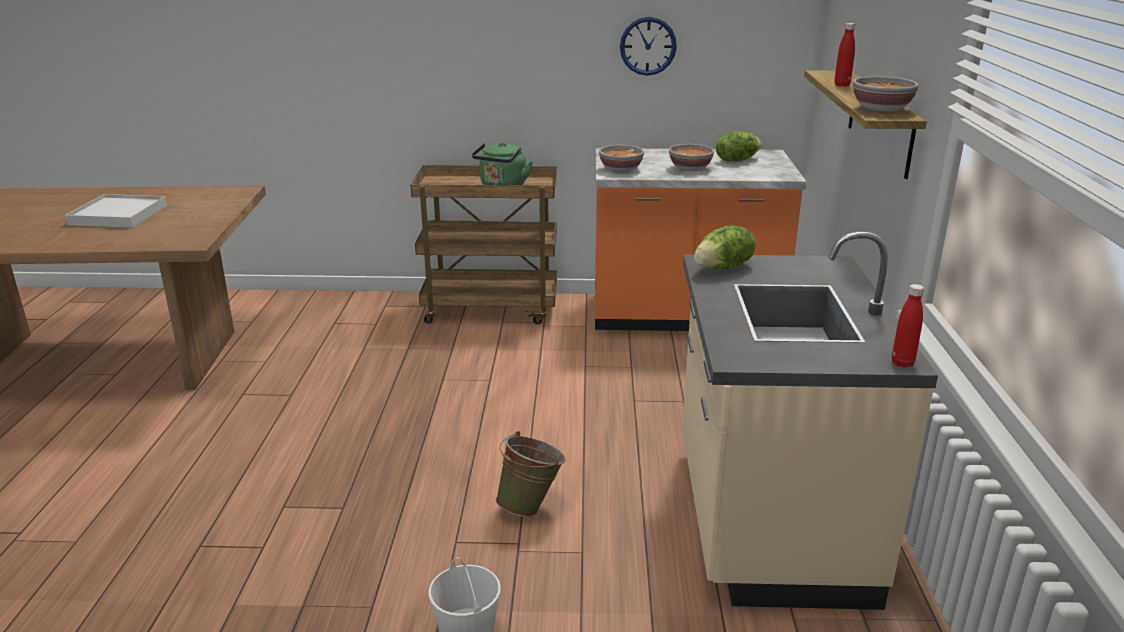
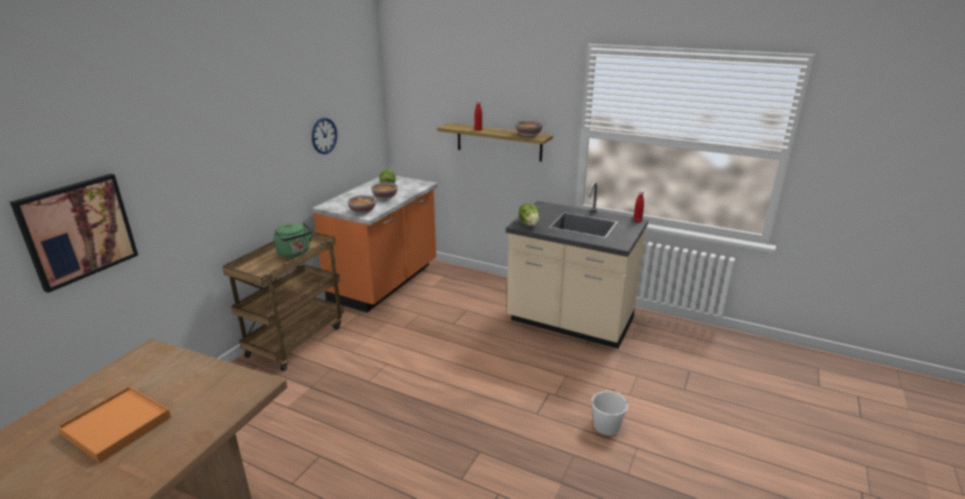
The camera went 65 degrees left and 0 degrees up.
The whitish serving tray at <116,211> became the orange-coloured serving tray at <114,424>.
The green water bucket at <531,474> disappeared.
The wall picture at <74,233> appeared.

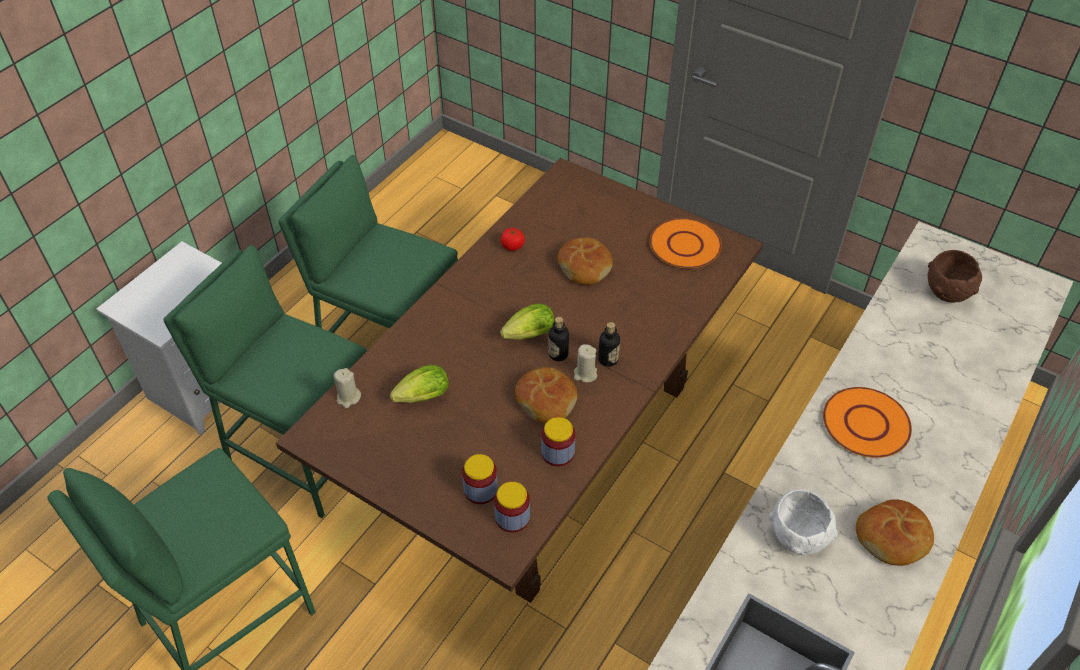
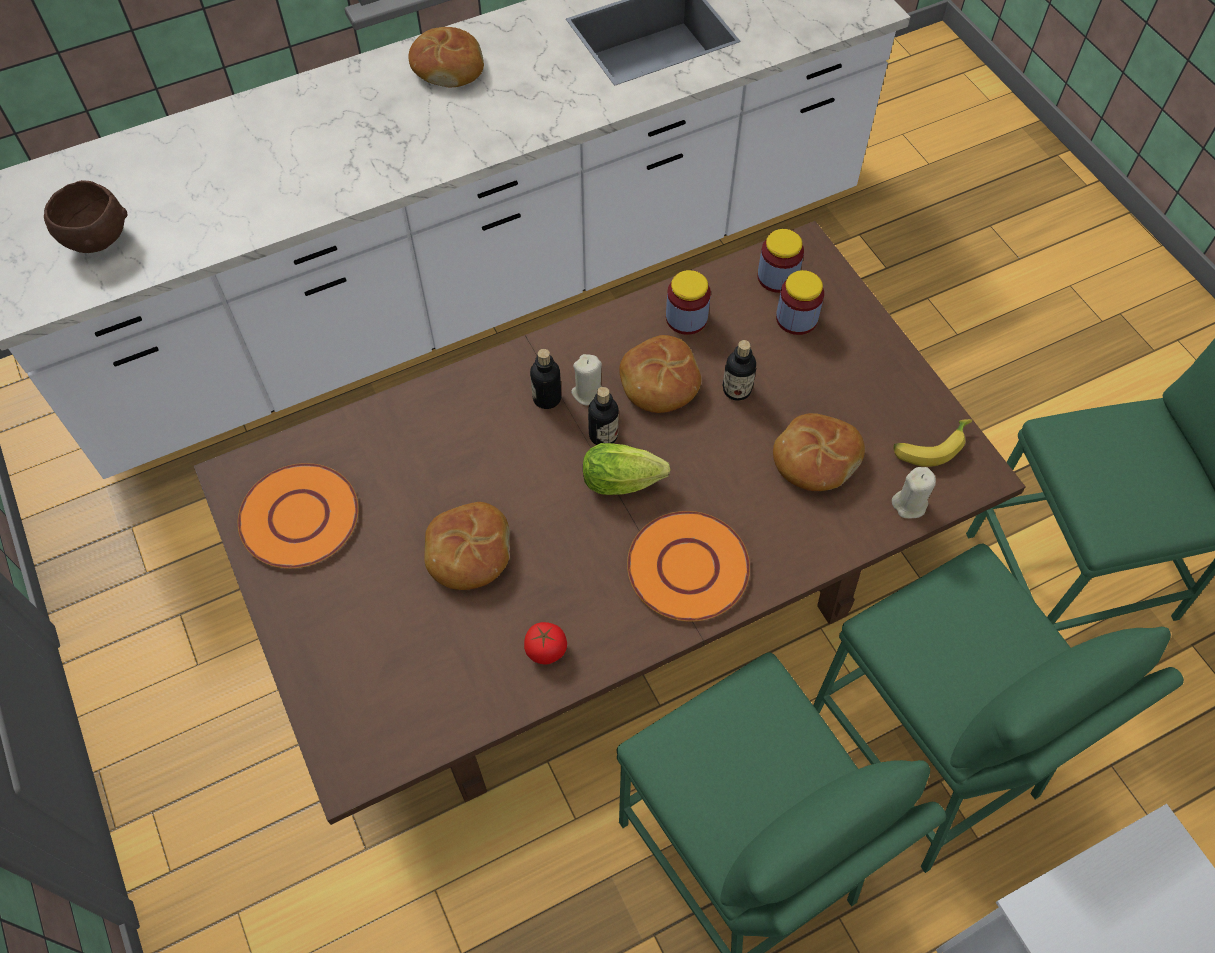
The camera went 150 degrees left and 10 degrees up.
The head of lettuce at <419,384> was replaced by the bread at <819,452>.
The orange-coloured dinner plate moved from <867,422> to <688,566>.
The whitish serving bowl at <803,522> disappeared.
The drink bottle at <739,370> appeared.
The whole banana at <932,443> appeared.

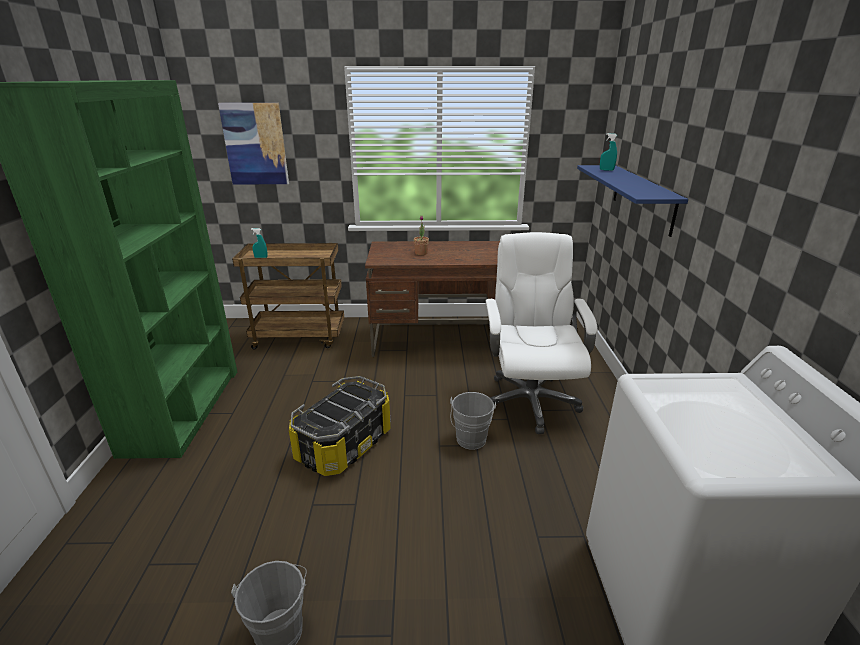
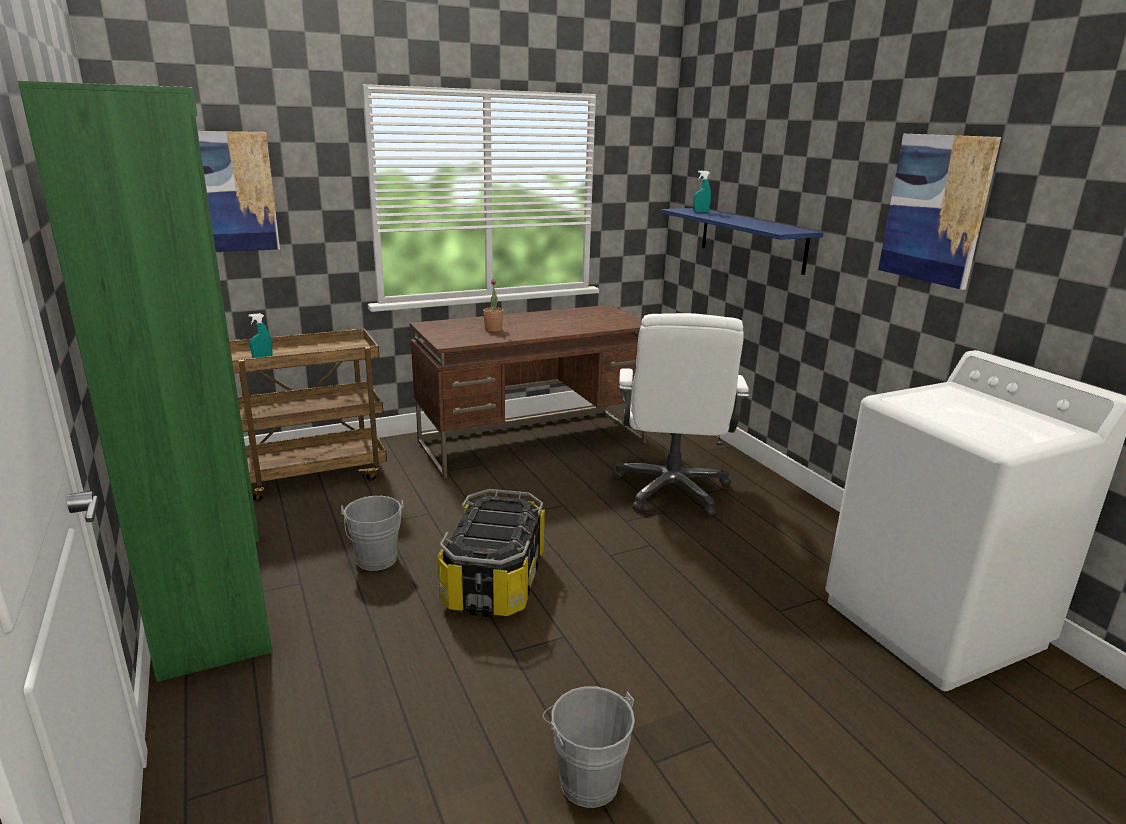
The camera went 25 degrees left and 5 degrees down.
The whitish desk chair at <541,333> turned 150 degrees counterclockwise.
The gray water bucket moved from <473,421> to <372,533>.
The wall picture at <939,212> appeared.

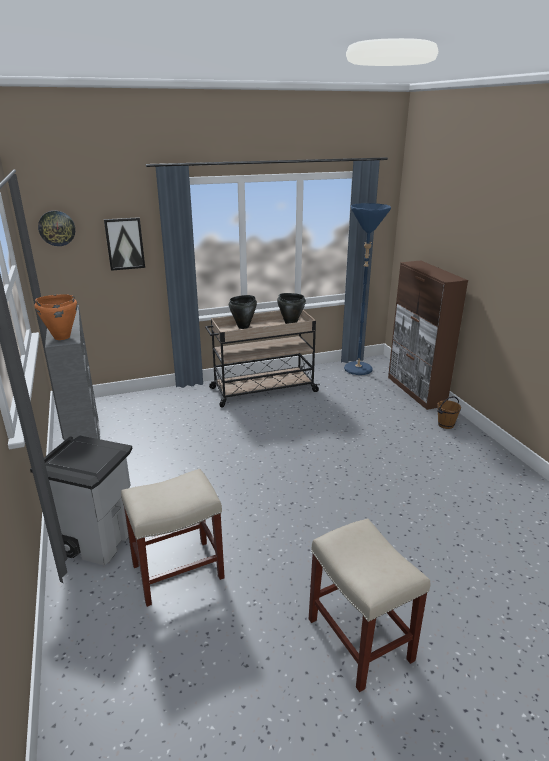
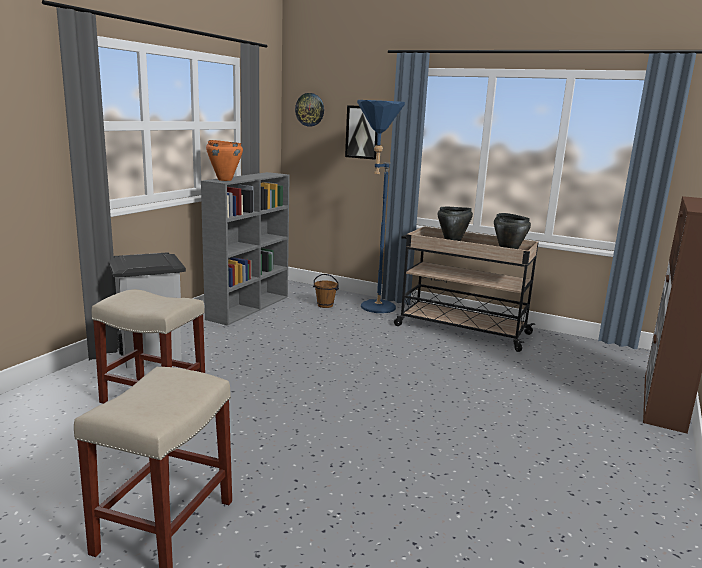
The camera went 45 degrees right and 10 degrees down.
The blue-coloured standing lamp moved from <367,289> to <381,206>.
The brown-coloured water bucket moved from <449,412> to <326,291>.

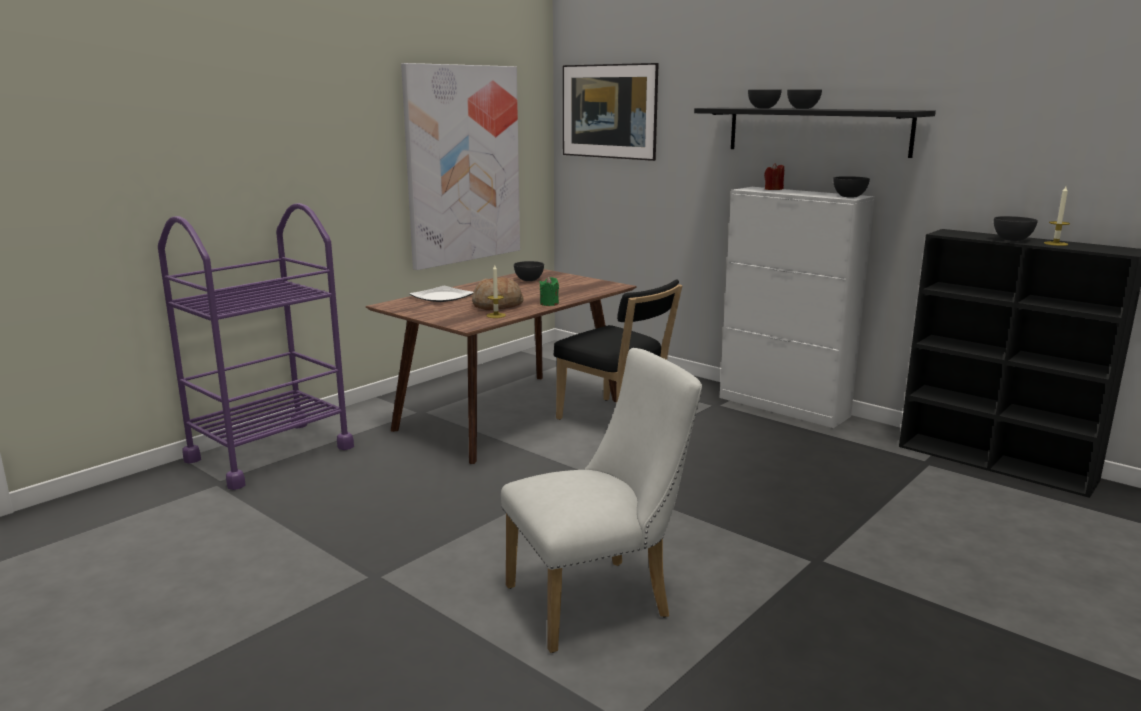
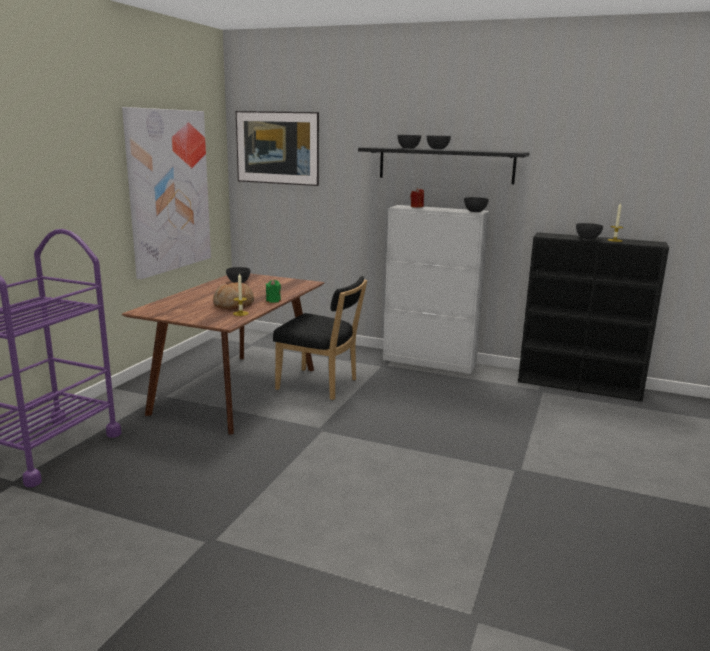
The camera went 20 degrees left and 0 degrees up.
The dinner plate at <441,294> disappeared.
The whitish chair at <601,500> disappeared.

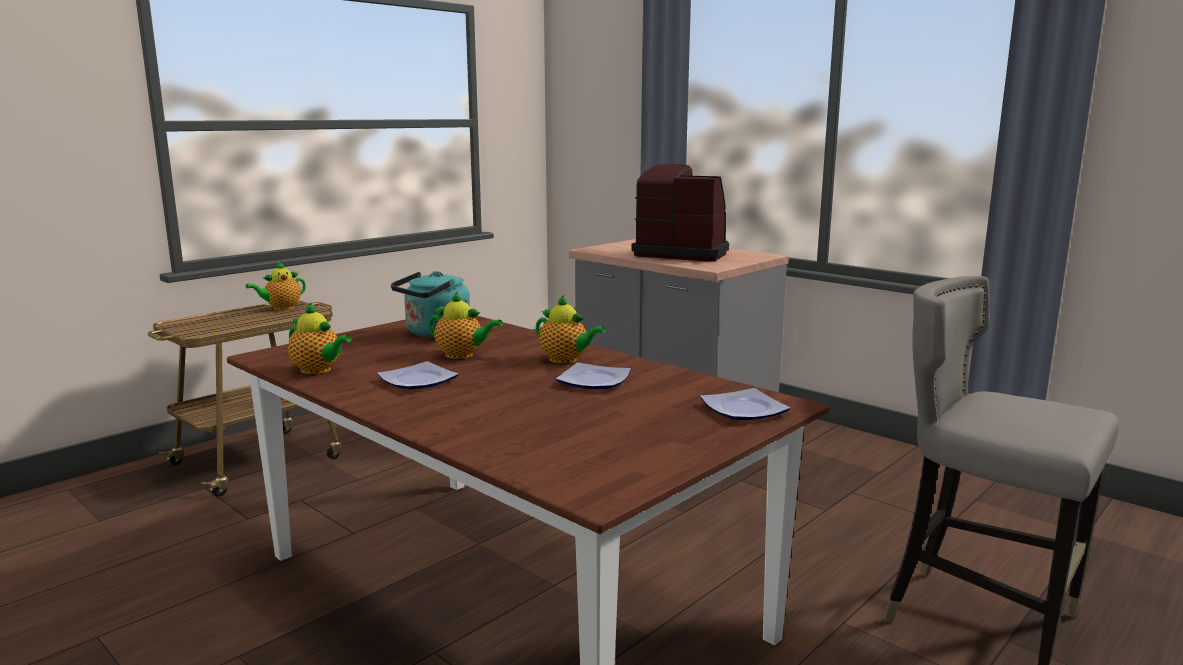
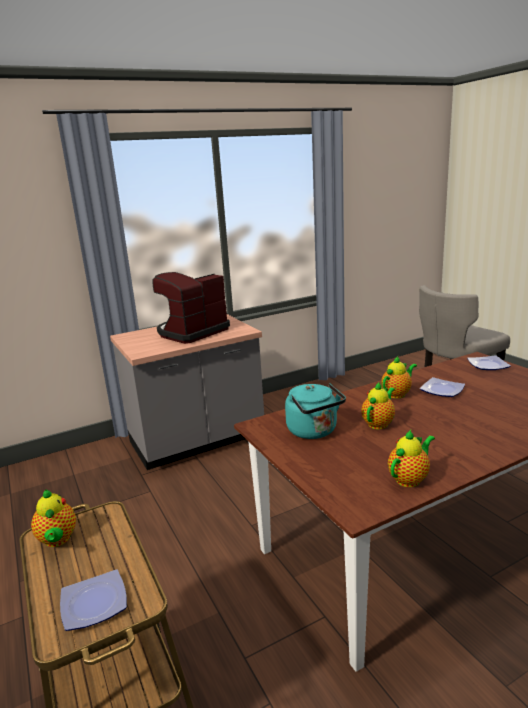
The camera went 70 degrees left and 5 degrees up.
The dinner plate moved from <418,375> to <93,600>.

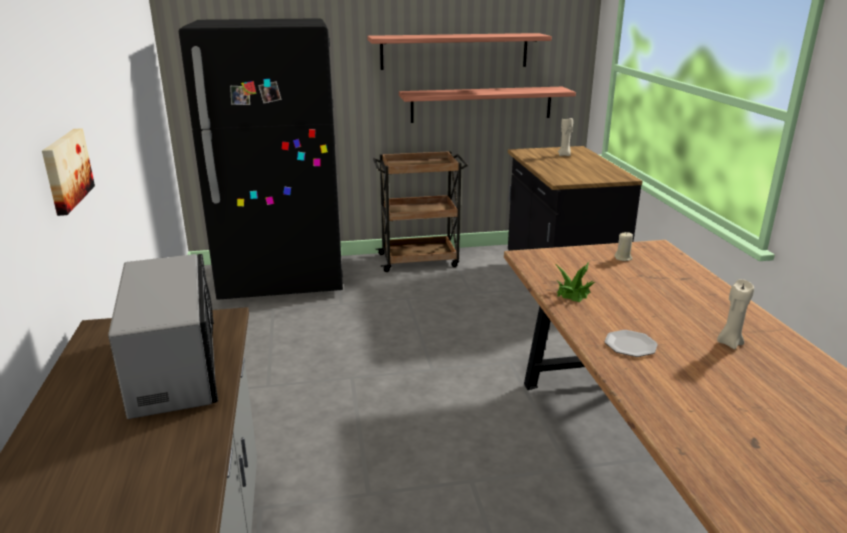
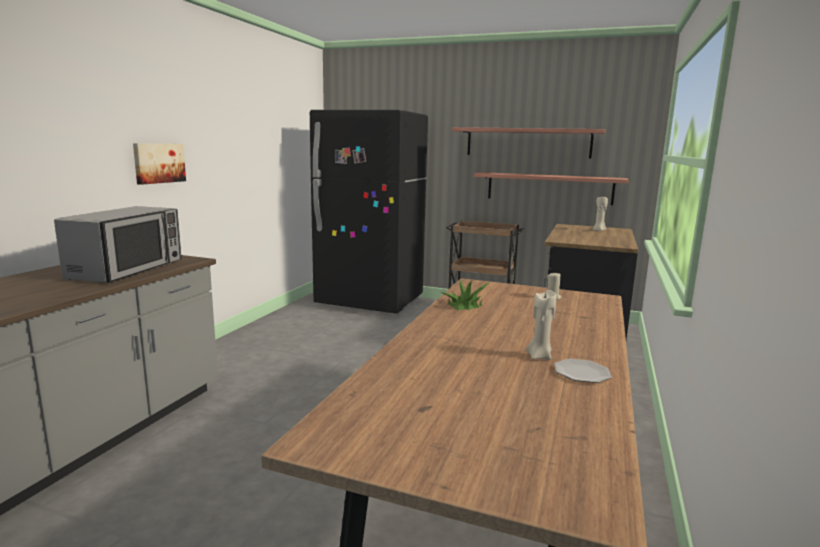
The camera went 30 degrees right and 10 degrees down.
The dinner plate moved from <631,343> to <583,371>.

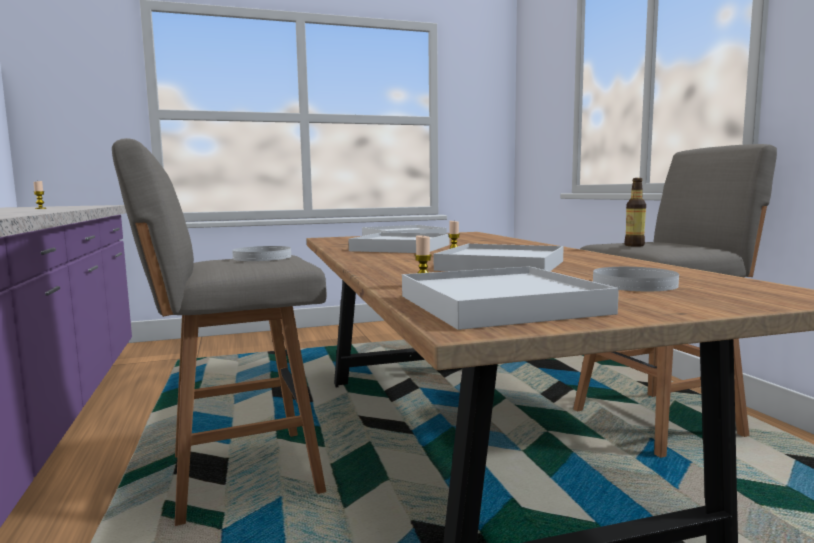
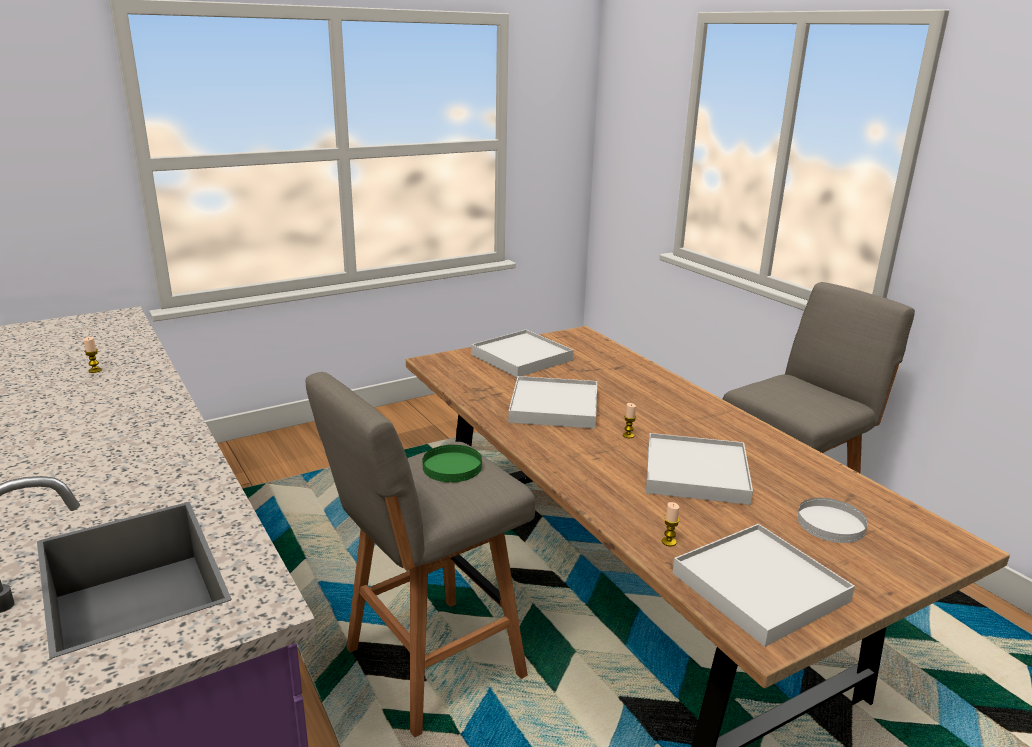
The camera went 15 degrees left and 15 degrees up.
The drink bottle at <635,212> disappeared.
The whitish dinner plate at <261,253> became the green dinner plate at <452,463>.

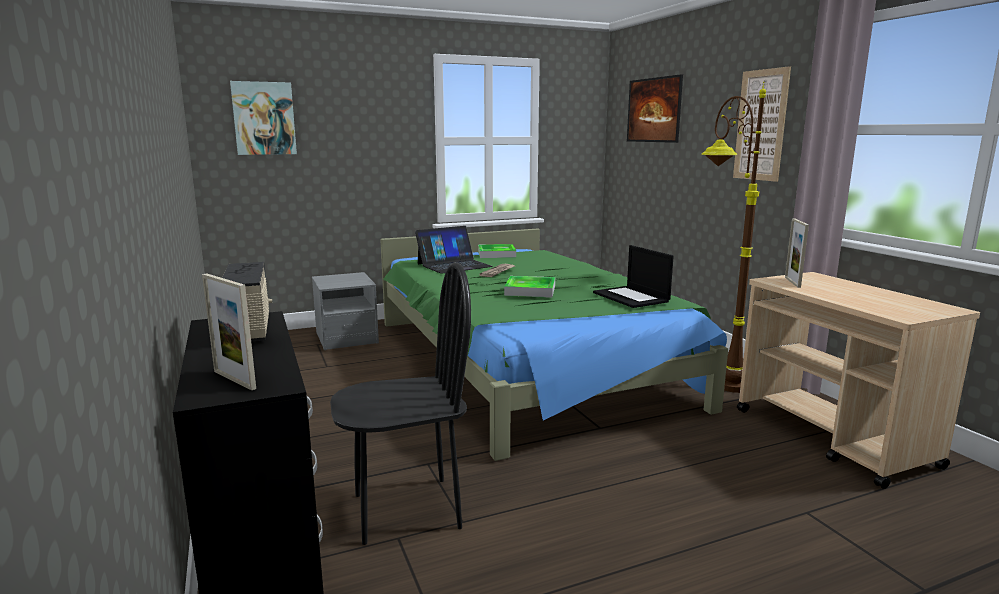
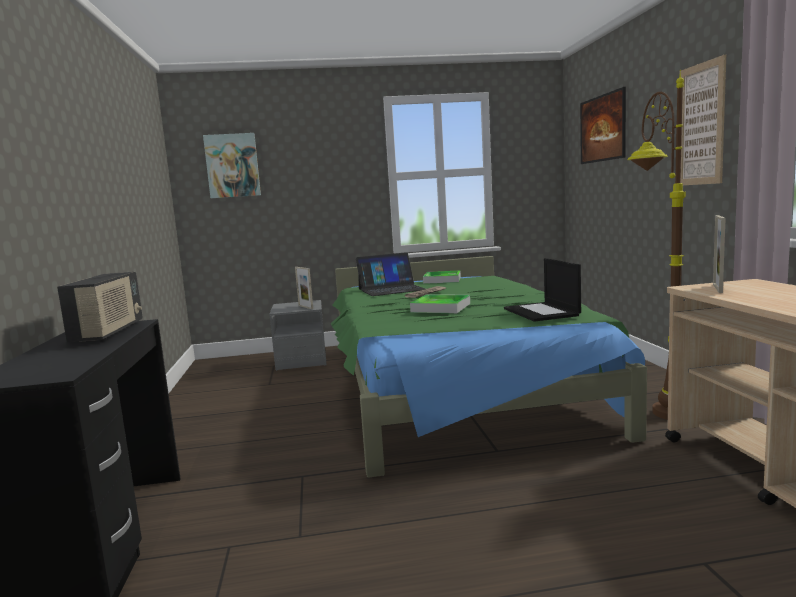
The camera went 15 degrees right and 5 degrees down.
The blackish chair at <400,403> disappeared.
The photo frame moved from <229,331> to <304,288>.

